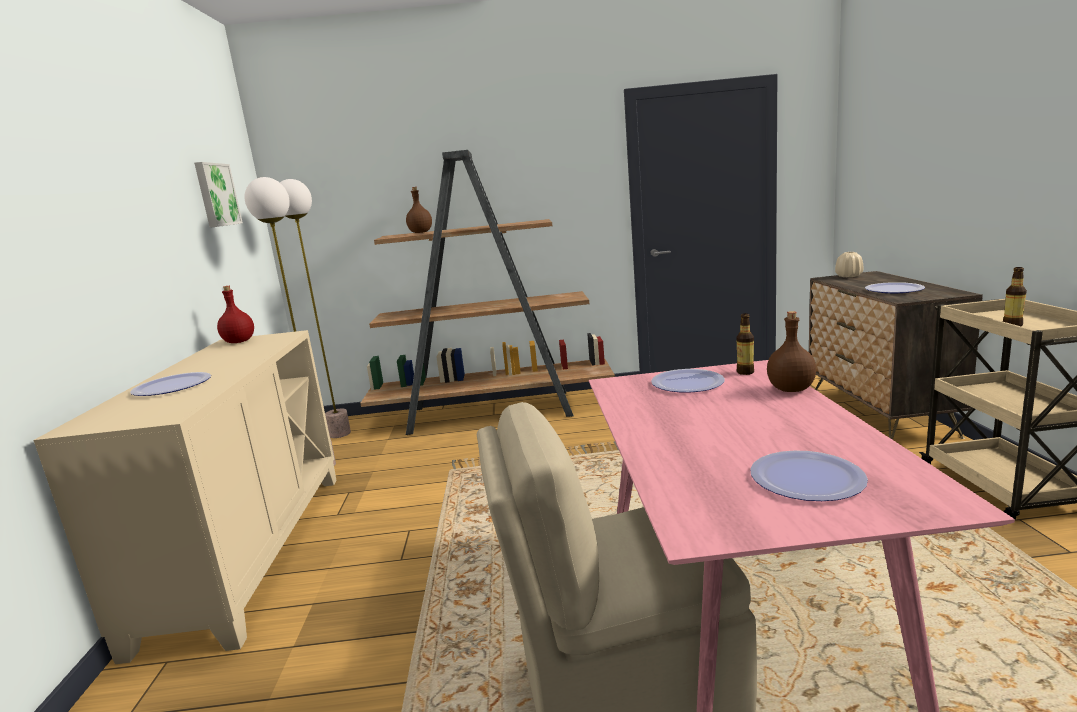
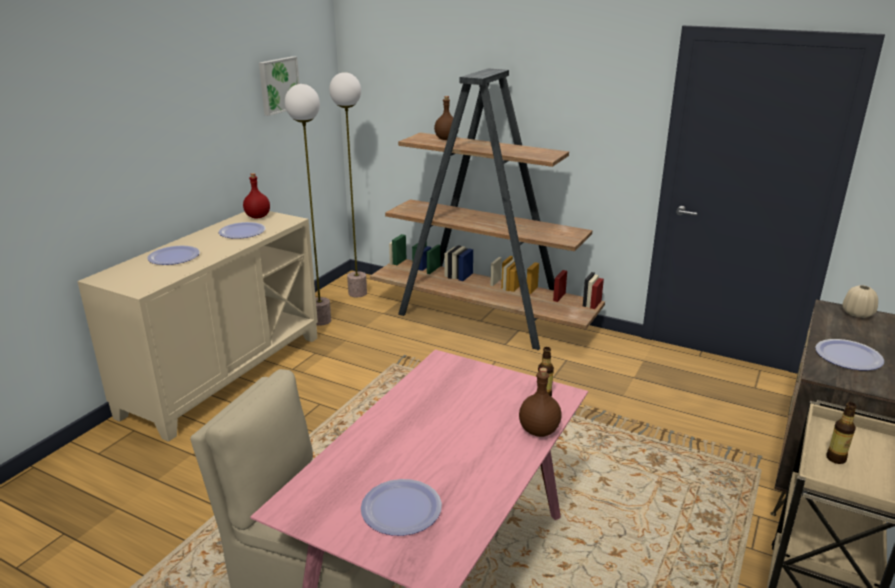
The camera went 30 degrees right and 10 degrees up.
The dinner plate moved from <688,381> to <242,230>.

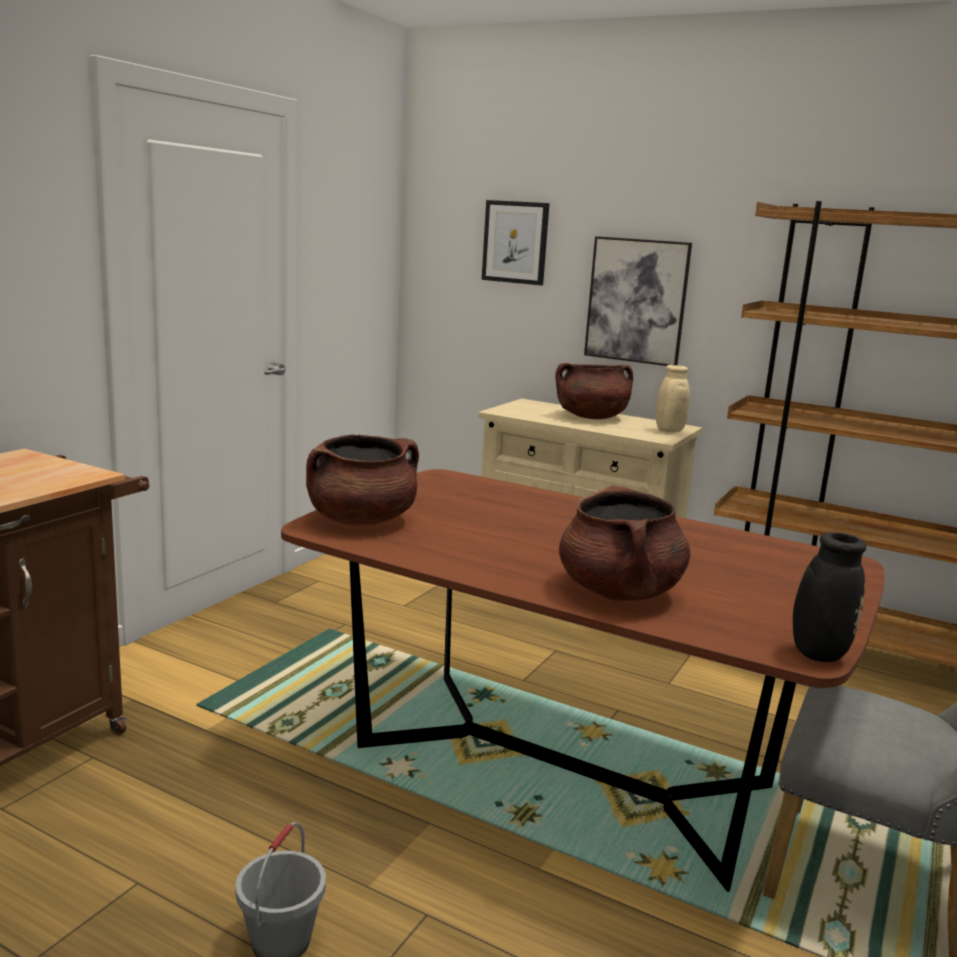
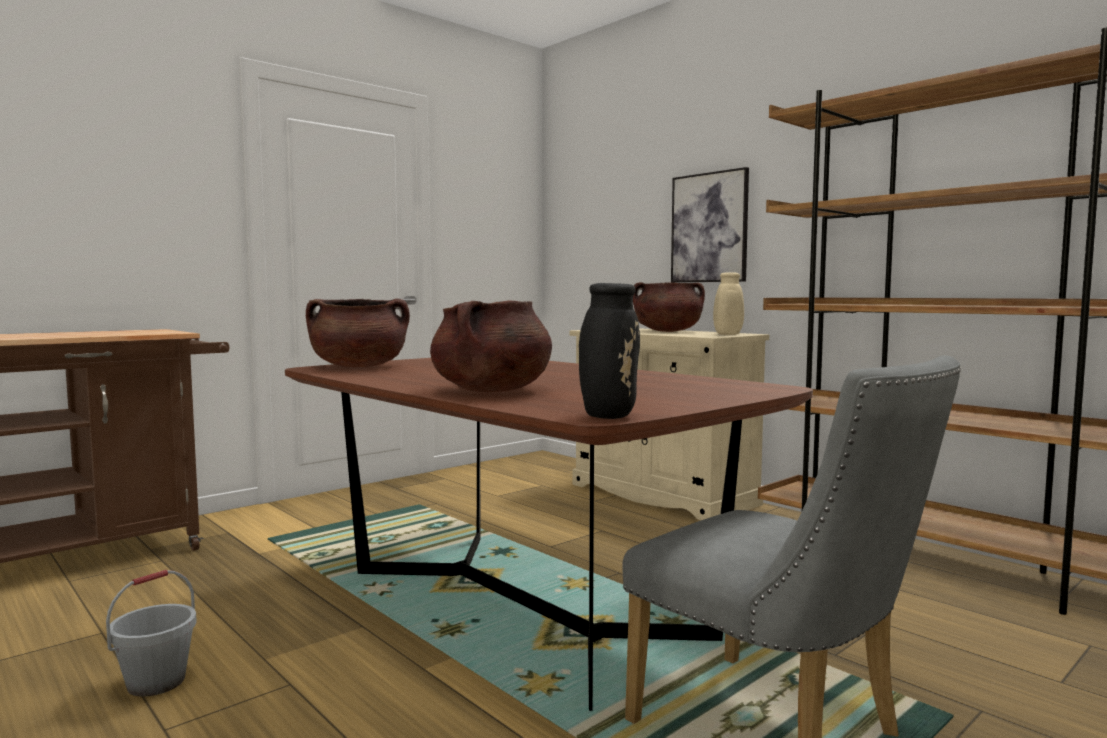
The camera went 20 degrees right and 10 degrees down.
The wall picture at <516,242> disappeared.

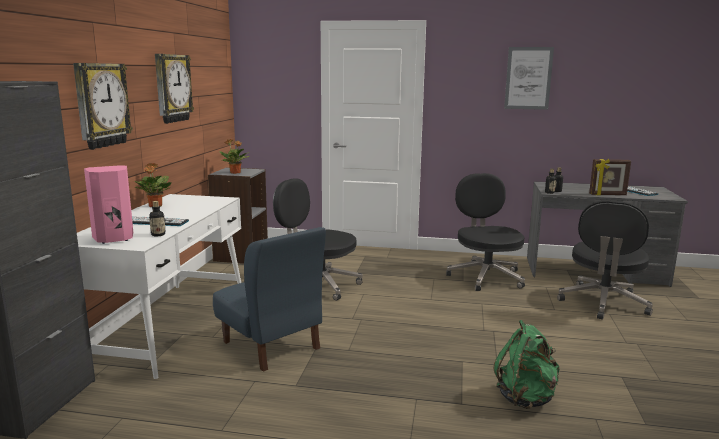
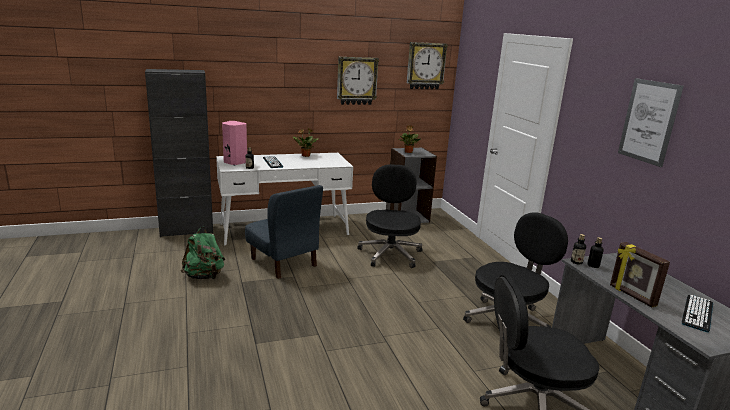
The camera went 60 degrees right and 5 degrees up.
The clock on the wall moved from <103,106> to <427,65>.
The blue-coloured chair at <269,299> turned 60 degrees counterclockwise.
The green knapsack moved from <526,364> to <203,253>.

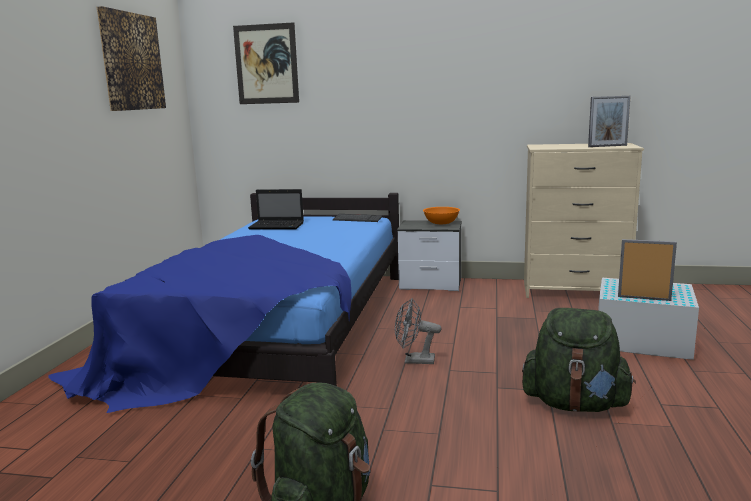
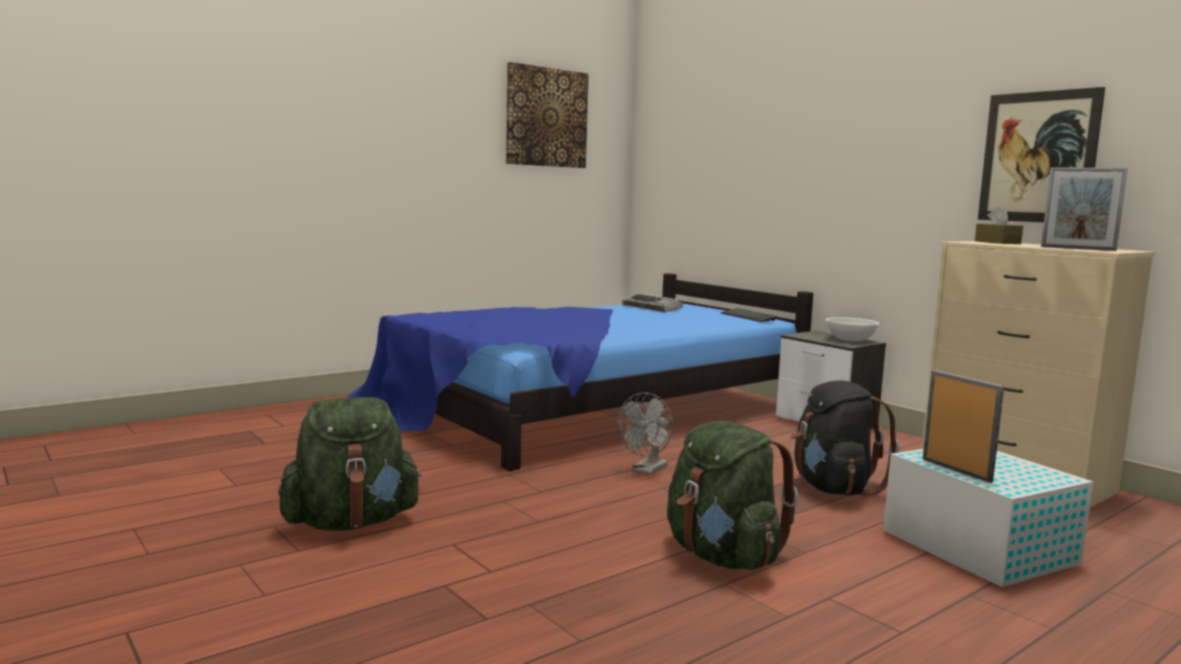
The camera went 40 degrees right and 5 degrees down.
The wall picture moved from <266,63> to <1041,154>.
The portable computer at <276,209> was replaced by the PC keyboard at <652,302>.
The orange-coloured serving bowl at <441,215> became the whitish serving bowl at <853,329>.
The gray electric fan at <418,331> turned 105 degrees counterclockwise.
The brown-coloured box of tissues at <999,225> appeared.
The blackish knapsack at <845,438> appeared.

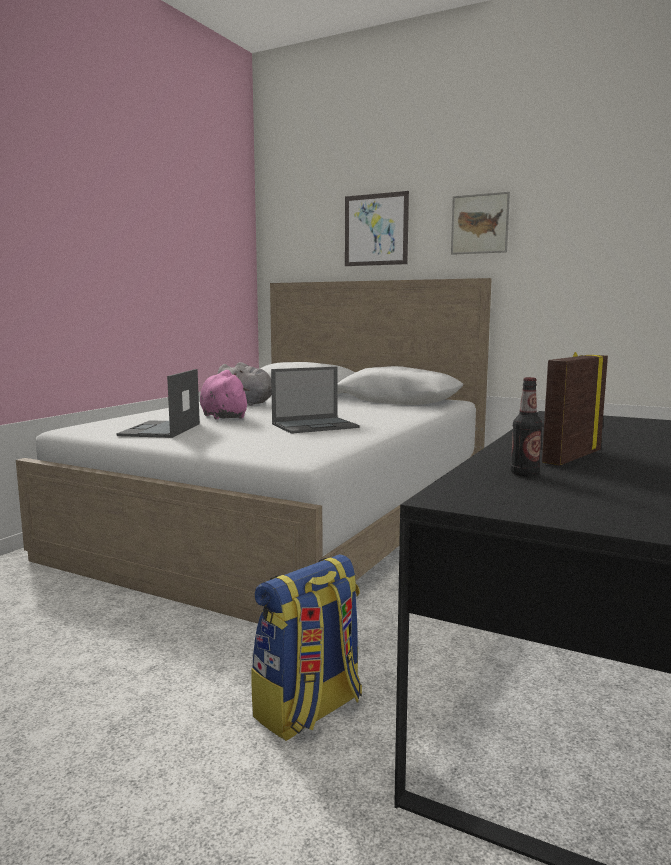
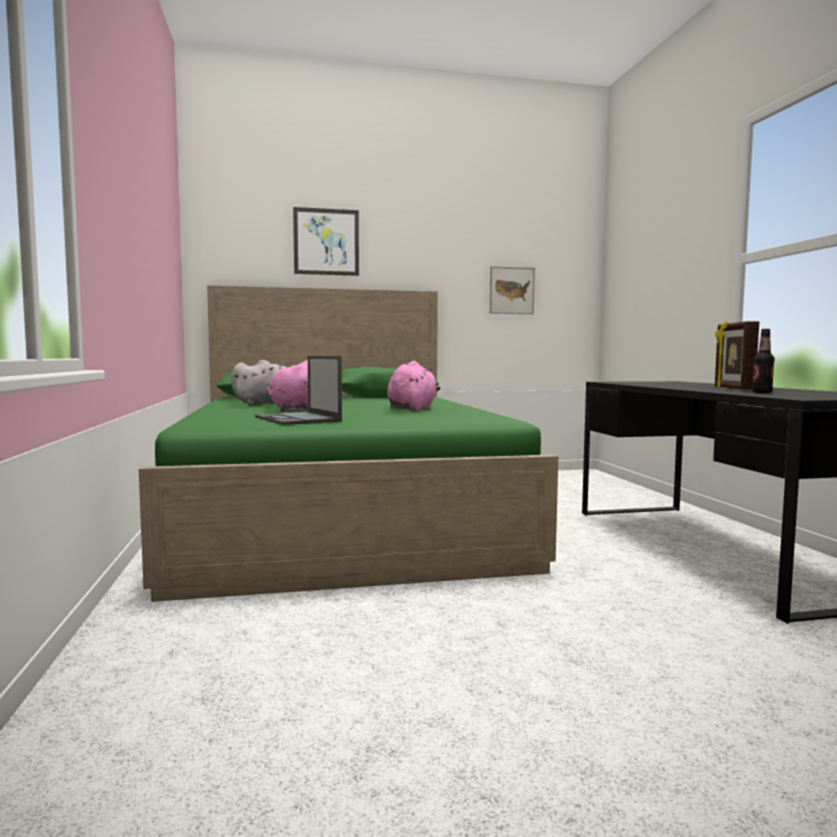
The camera went 40 degrees left and 5 degrees down.
The wall picture moved from <480,223> to <512,290>.
The whitish bedroom bed at <254,450> became the green bedroom bed at <348,444>.
The portable computer at <315,400> was replaced by the pinkish soft toy at <413,386>.
The knapsack at <307,647> disappeared.

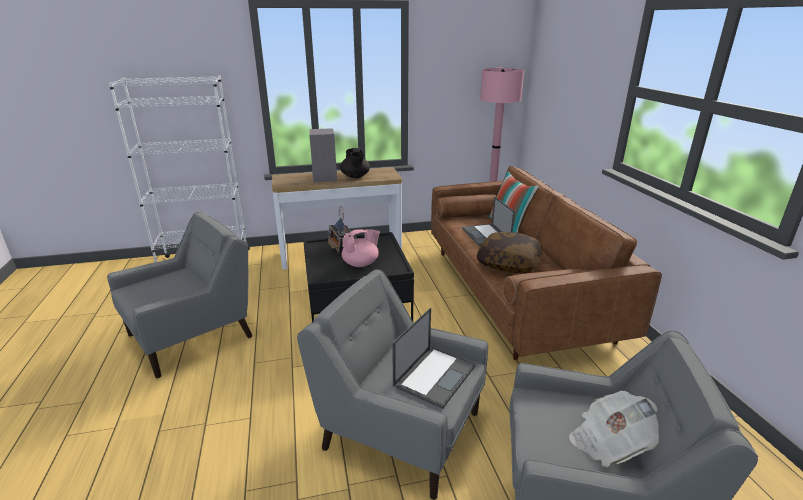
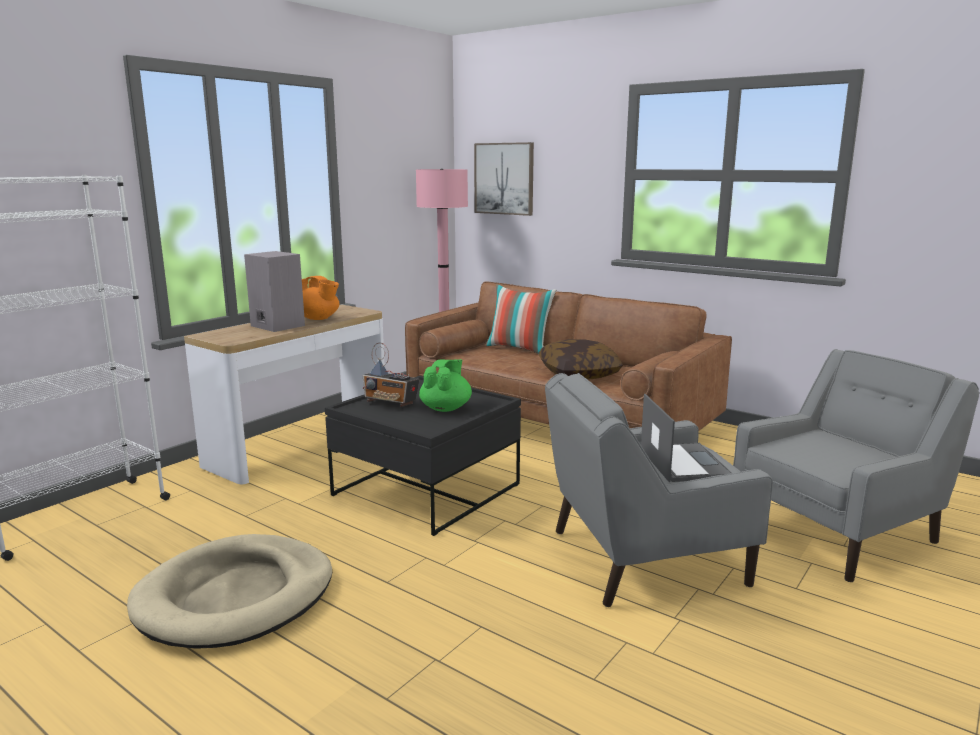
The camera went 40 degrees left and 10 degrees down.
The blackish pot for tea at <355,163> became the orange-coloured pot for tea at <320,298>.
The portable computer at <488,221> disappeared.
The gray lounge chair at <179,295> was replaced by the beige dog bed at <229,591>.
The pinkish pot for tea at <361,248> became the green pot for tea at <445,385>.
The newspaper at <614,429> disappeared.
The wall picture at <504,179> appeared.

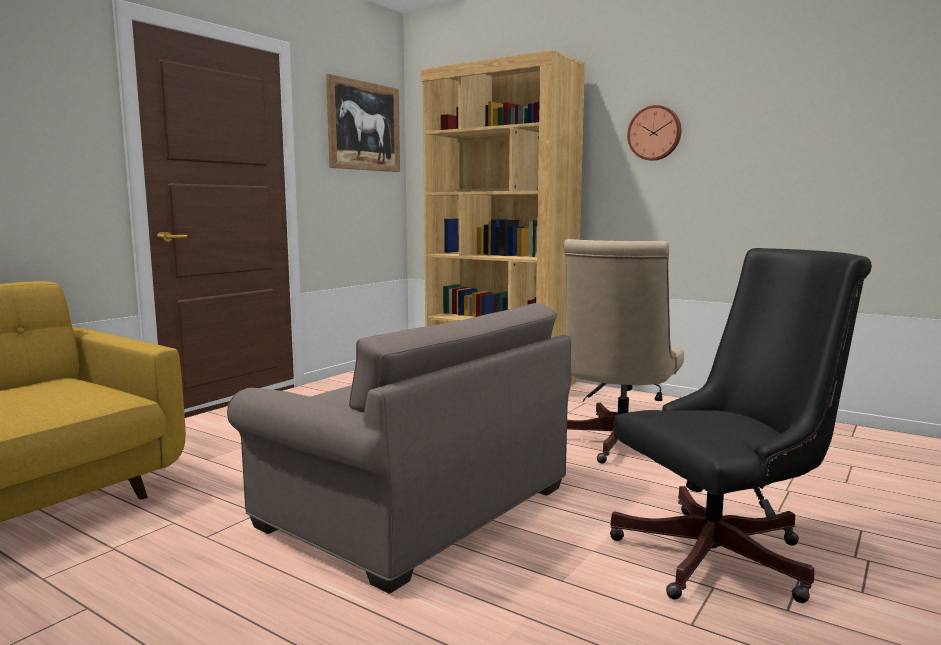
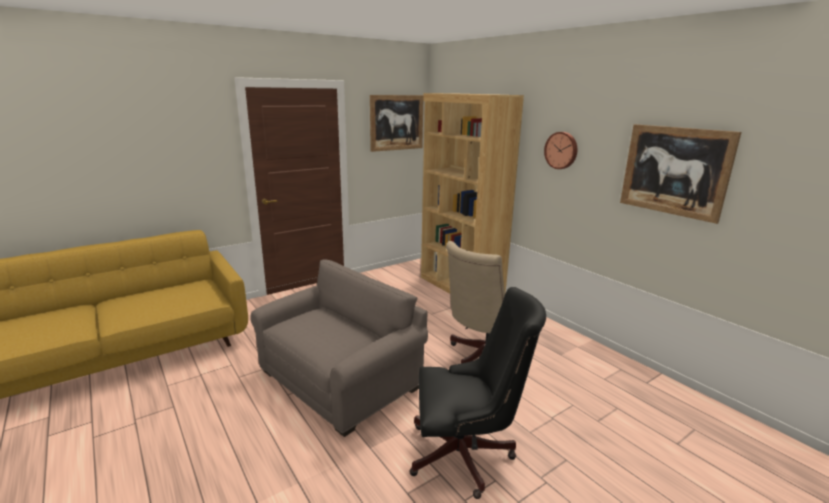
The camera went 20 degrees right and 10 degrees up.
The gray lounge chair at <399,448> turned 105 degrees counterclockwise.
The wall picture at <680,174> appeared.

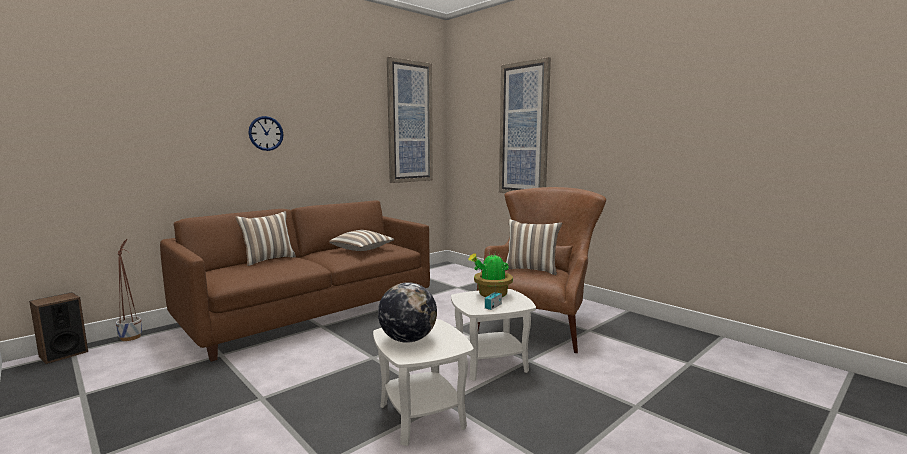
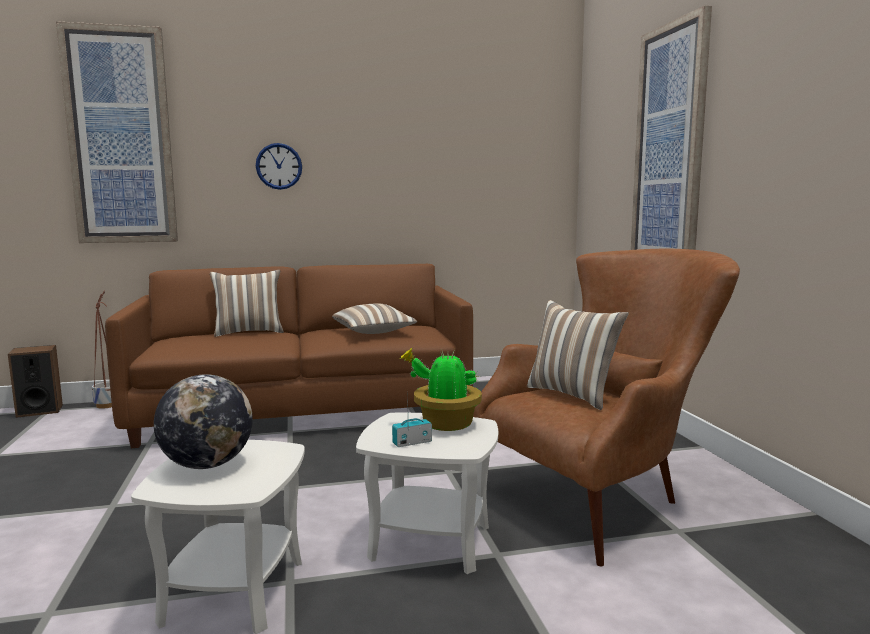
The camera went 30 degrees right and 0 degrees up.
The wall picture moved from <410,120> to <117,132>.

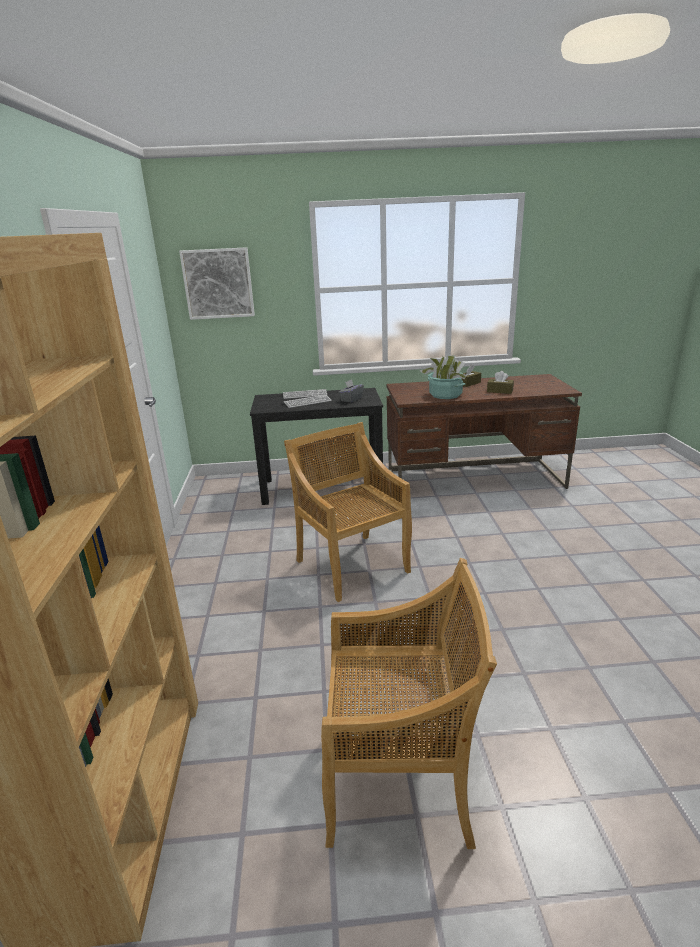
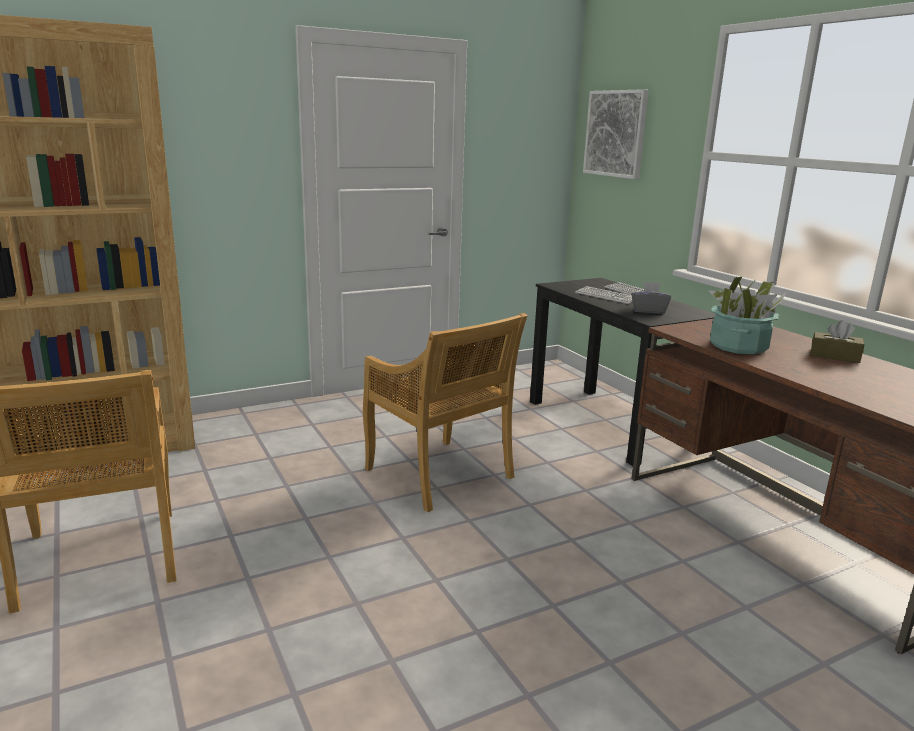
The camera went 65 degrees right and 5 degrees down.
The brown-coloured box of tissues at <500,382> disappeared.
The beige chair at <348,512> turned 105 degrees clockwise.

